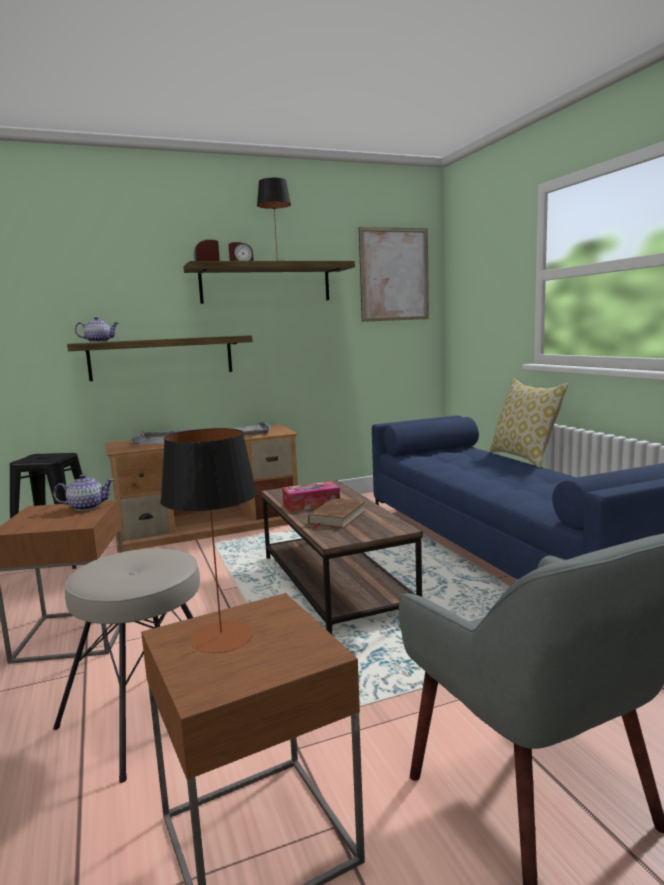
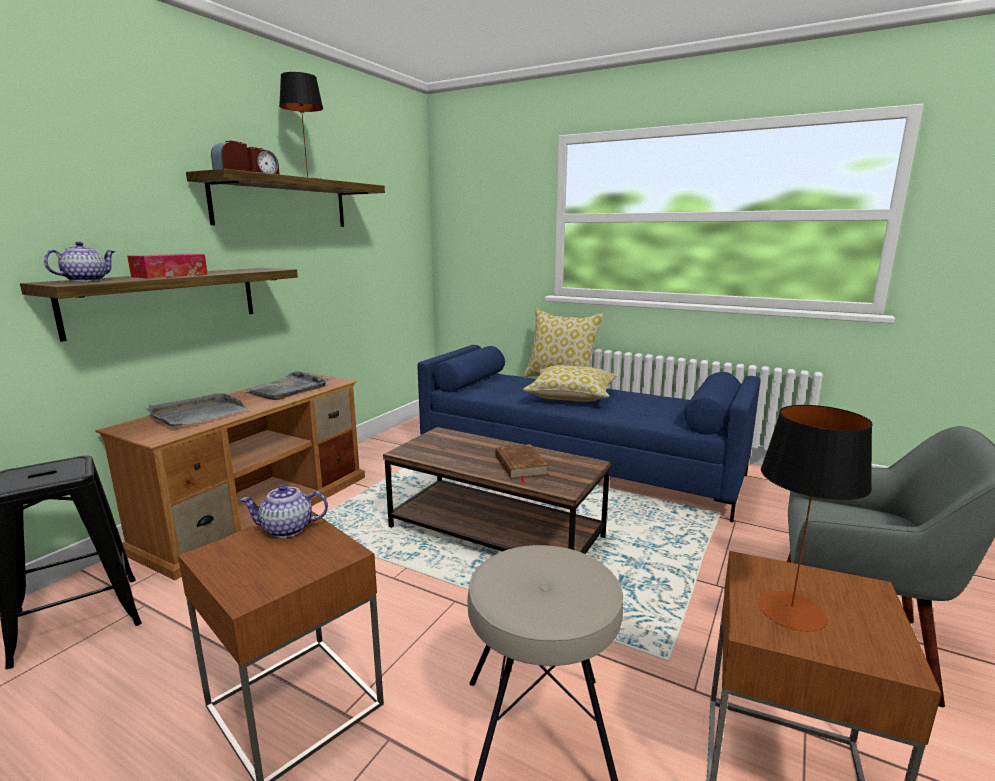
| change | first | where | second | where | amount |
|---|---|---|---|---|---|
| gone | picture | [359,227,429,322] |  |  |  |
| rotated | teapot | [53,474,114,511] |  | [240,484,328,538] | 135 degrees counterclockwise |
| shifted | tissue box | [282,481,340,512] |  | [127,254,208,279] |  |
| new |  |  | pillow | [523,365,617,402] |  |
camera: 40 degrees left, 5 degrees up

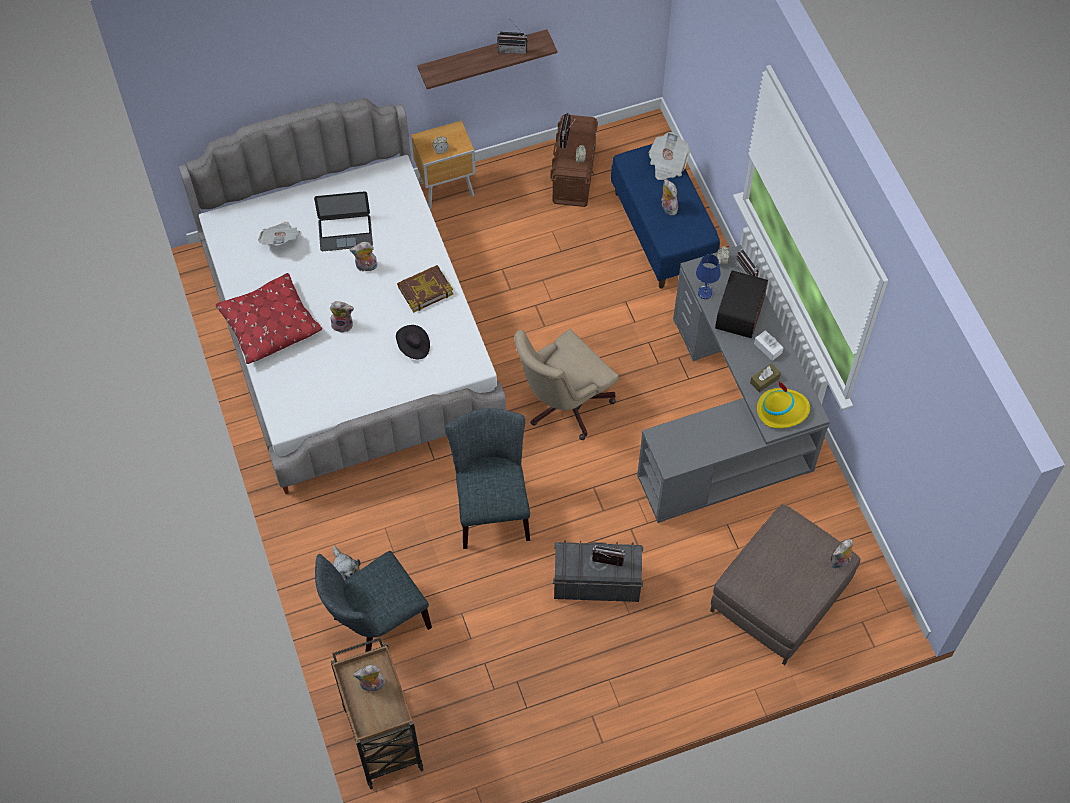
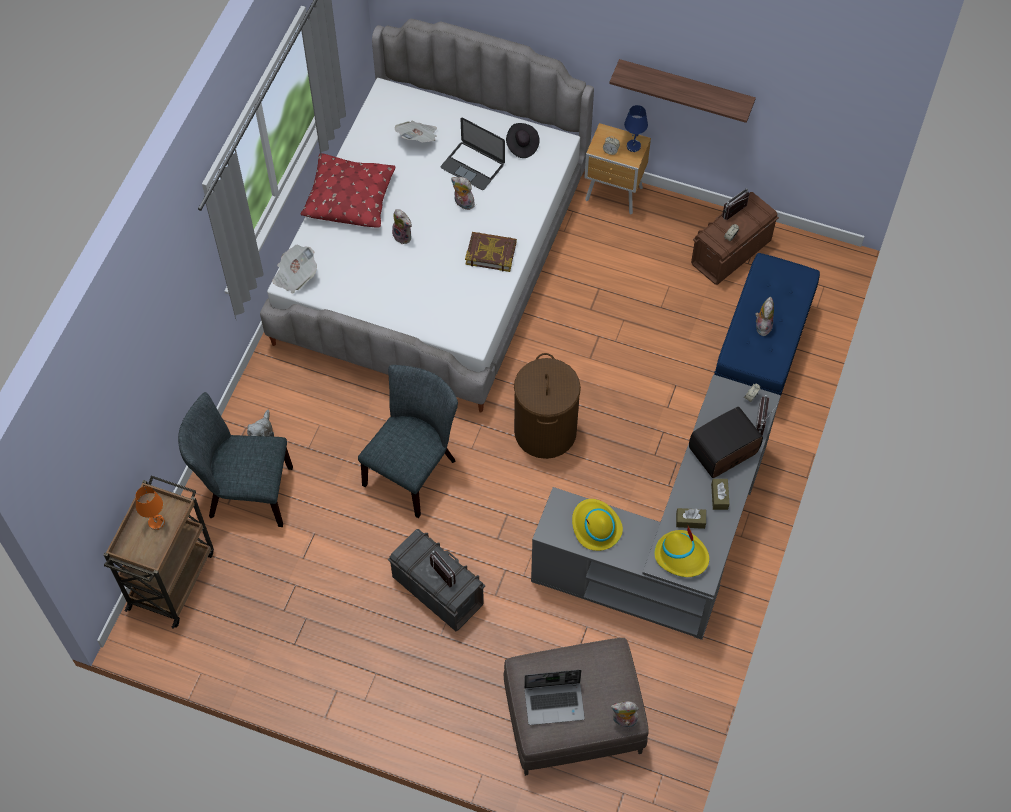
| change | first | where | second | where | amount |
|---|---|---|---|---|---|
| gone | radio | [497,23,528,54] |  |  |  |
| shifted | newspaper | [649,132,690,180] |  | [272,244,317,293] |  |
| shifted | table lamp (blue) | [696,254,721,299] |  | [624,105,648,152] |  |
| shifted | hat (black) | [396,325,430,359] |  | [506,123,540,158] |  |
| swapped | office chair (beige) | [514,329,619,440] | laundry basket (brown) | [514,353,581,459] |  |
| repainted | tissue box (white) | [754,330,784,361] | tissue box (brown) | [711,479,729,510] |  |
| swapped | plush toy | [353,665,385,692] | table lamp (orange) | [135,486,165,530] |  |
| new |  |  | hat (yellow) | [572,499,623,551] |  |
| new |  |  | laptop | [524,670,585,725] |  |
camera: 40 degrees right, 0 degrees up

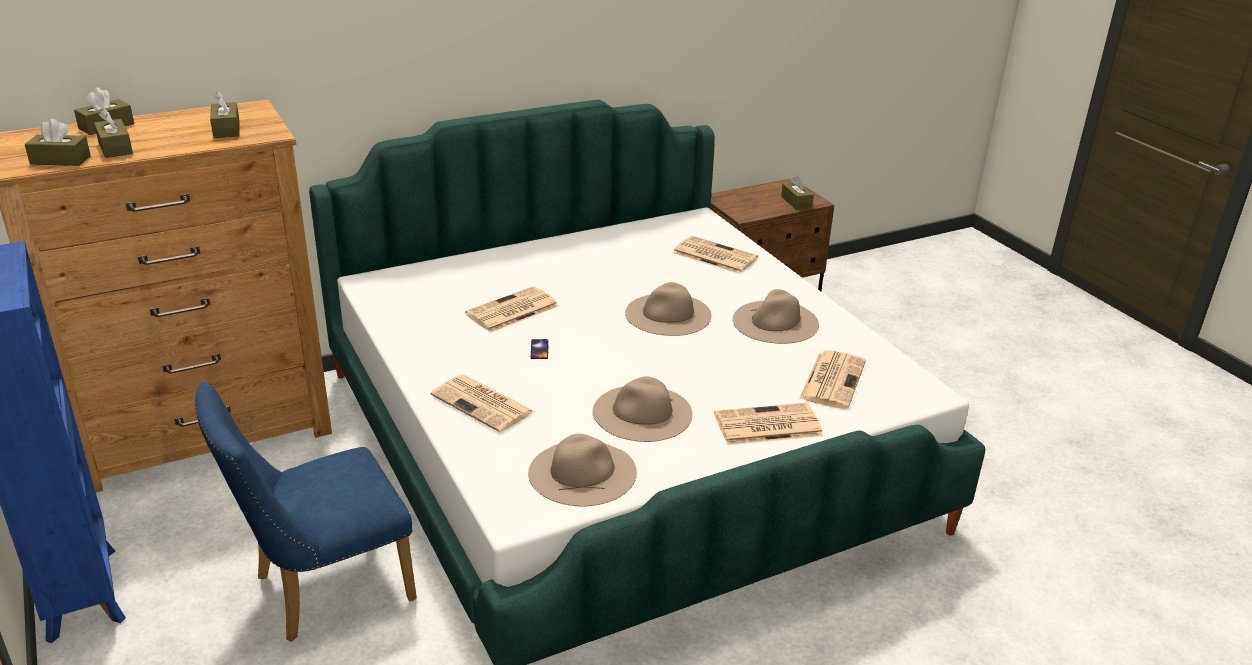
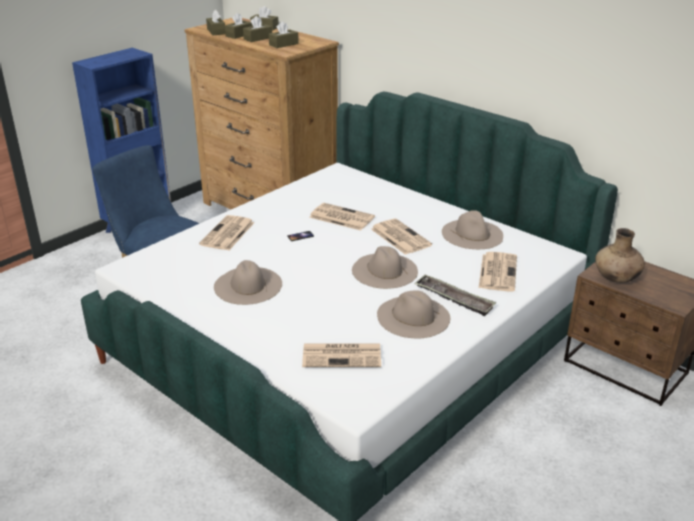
| change | first | where | second | where | amount |
|---|---|---|---|---|---|
| shifted | tissue box (brown) | [781,175,814,210] |  | [243,16,272,42] |  |
| shifted | newspaper | [714,403,823,445] |  | [371,219,432,255] |  |
| shifted | hat (beige) | [528,434,637,507] |  | [442,210,503,249] |  |
| new |  |  | vase (brown) | [595,228,645,283] |  |
| new |  |  | tray | [414,275,496,316] |  |
camera: 70 degrees right, 0 degrees up

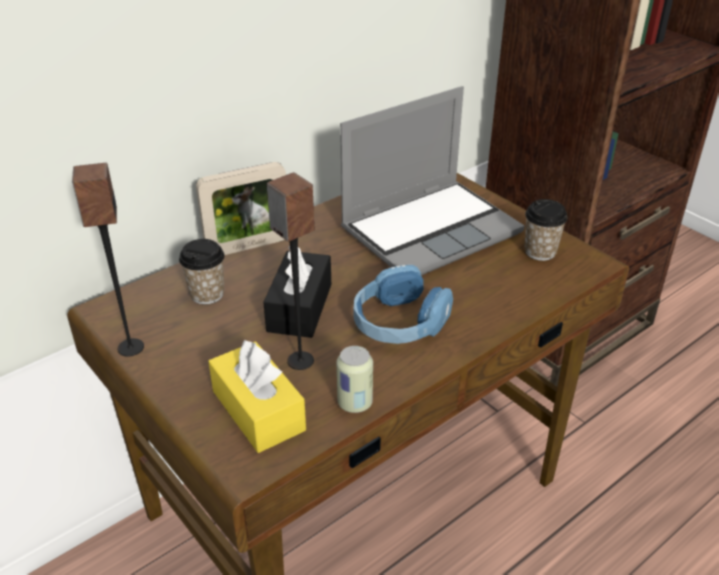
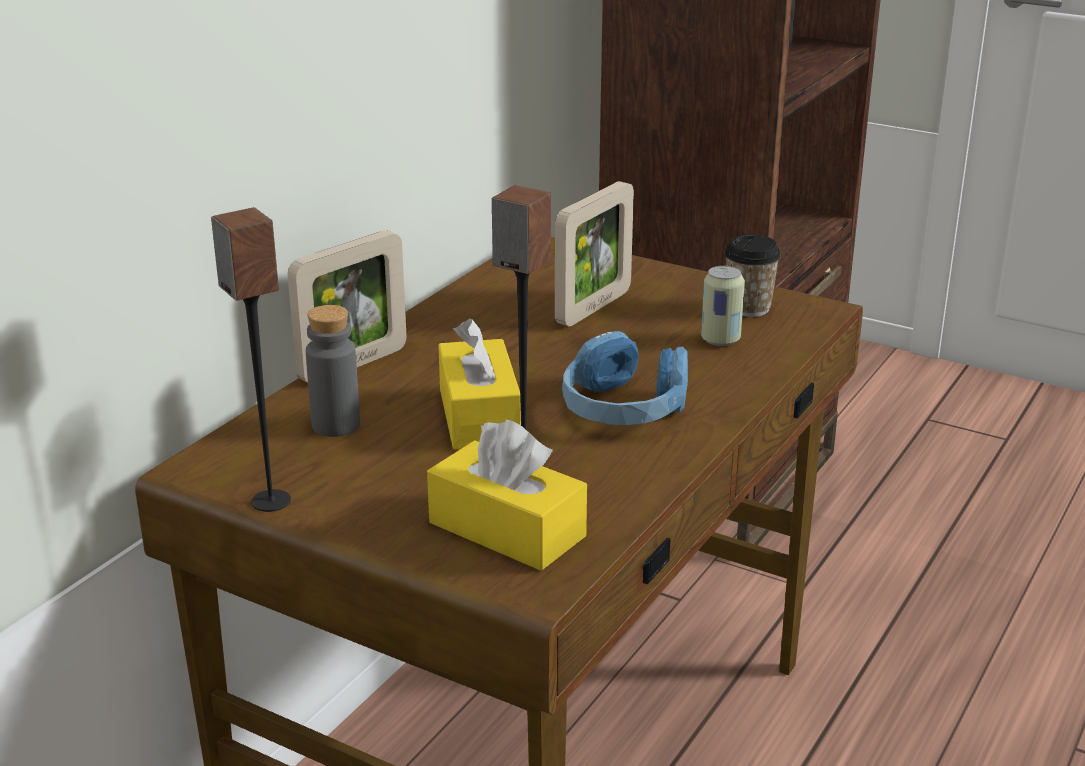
| change | first | where | second | where | amount |
|---|---|---|---|---|---|
| swapped | laptop | [340,86,525,275] | picture frame | [555,181,634,327] |  |
| swapped | cup | [179,239,225,304] | bottle (grey) | [306,305,360,437] |  |
| repainted | tissue box (black) | [263,246,331,338] | tissue box (yellow) | [438,318,521,450] |  |
| shifted | can | [337,346,373,413] |  | [701,266,745,346] |  |
camera: 20 degrees left, 10 degrees down

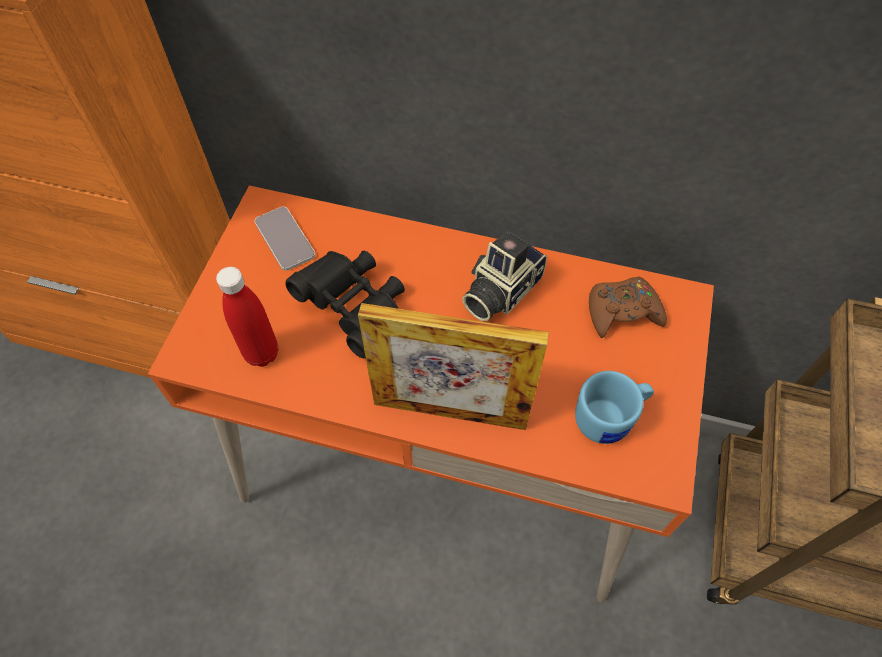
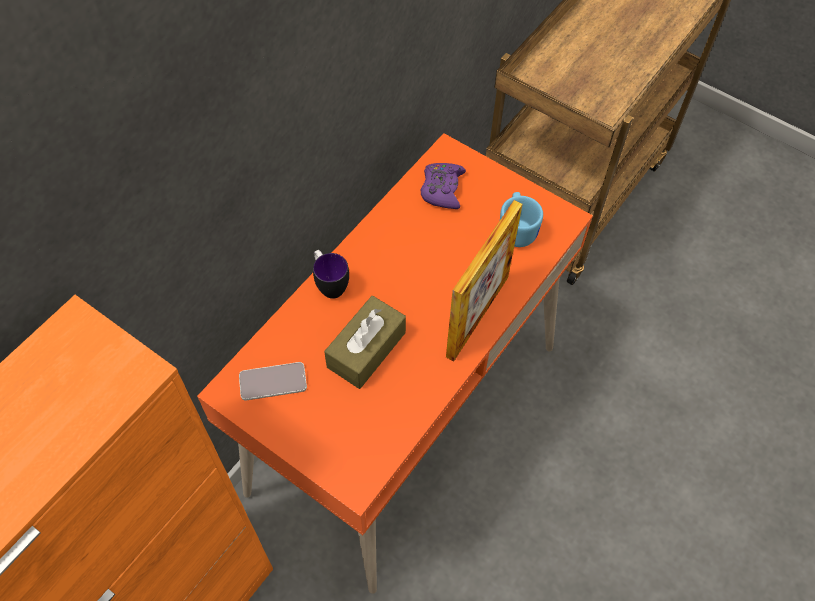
| change | first | where | second | where | amount |
|---|---|---|---|---|---|
| gone | photo camera | [462,231,547,321] |  |  |  |
| swapped | binoculars (black) | [285,251,405,358] | tissue box (brown) | [324,296,406,389] |  |
| gone | bottle (red) | [216,267,278,367] |  |  |  |
| repainted | game controller (brown) | [589,276,667,338] | game controller (purple) | [421,163,466,209] |  |
| new |  |  | mug | [313,250,349,299] |  |
camera: 70 degrees left, 0 degrees up

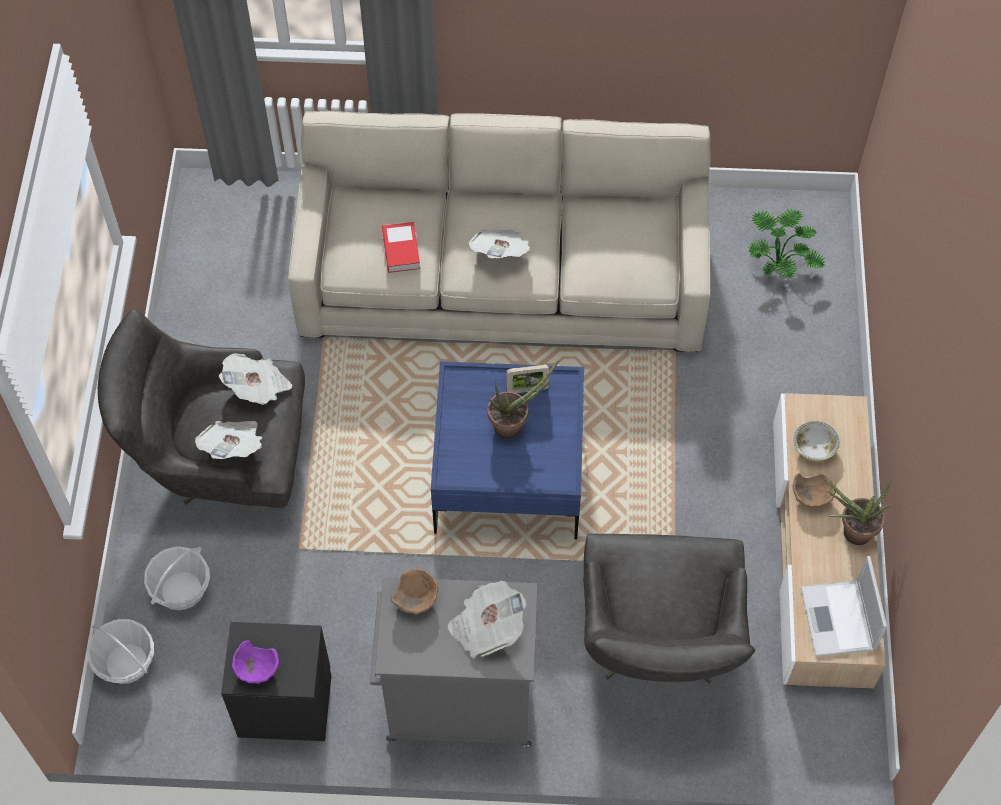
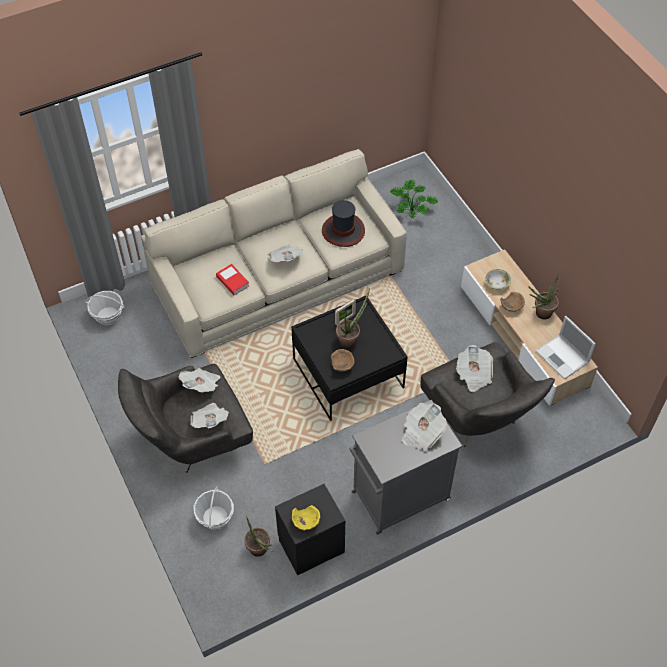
| change | first | where | second | where | amount |
|---|---|---|---|---|---|
| repainted | coffee table (blue) | [431,361,584,539] | coffee table (black) | [291,296,408,421] |  |
| shifted | bowl (brown) | [391,568,438,615] |  | [331,349,355,372] |  |
| shifted | basket | [87,619,154,684] |  | [85,291,125,325] |  |
| repainted | bowl (purple) | [232,640,279,684] | bowl (yellow) | [292,505,320,530] |  |
| new |  |  | hat | [322,200,365,247] |  |
| new |  |  | newspaper | [456,345,493,392] |  |
| new |  |  | potted plant | [244,516,273,557] |  |
camera: 30 degrees left, 5 degrees down

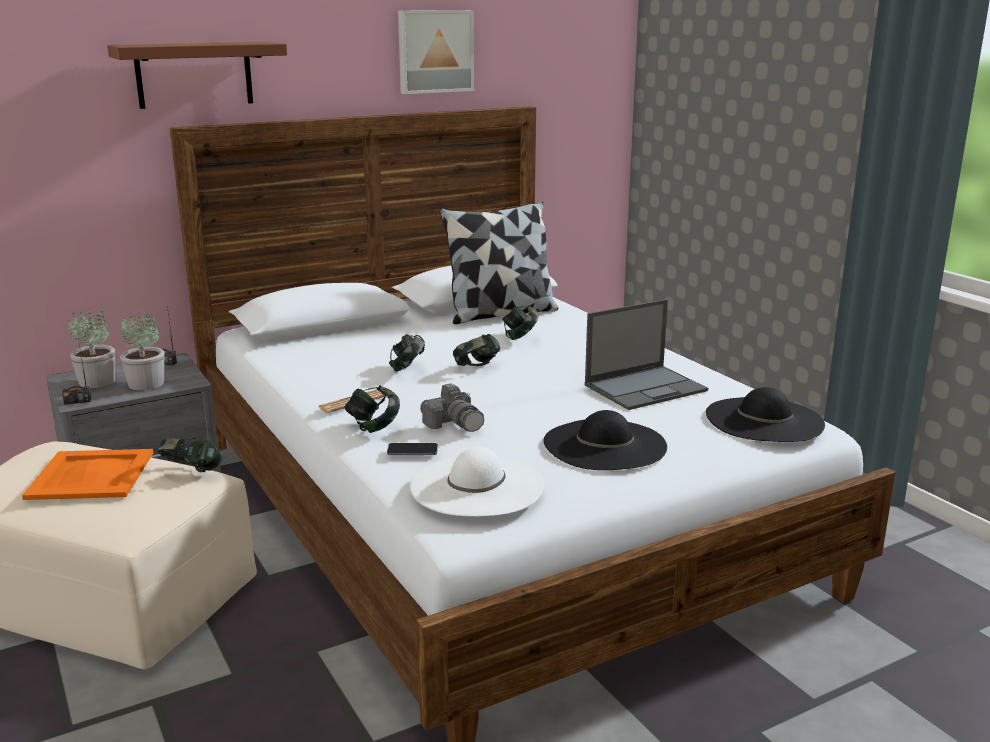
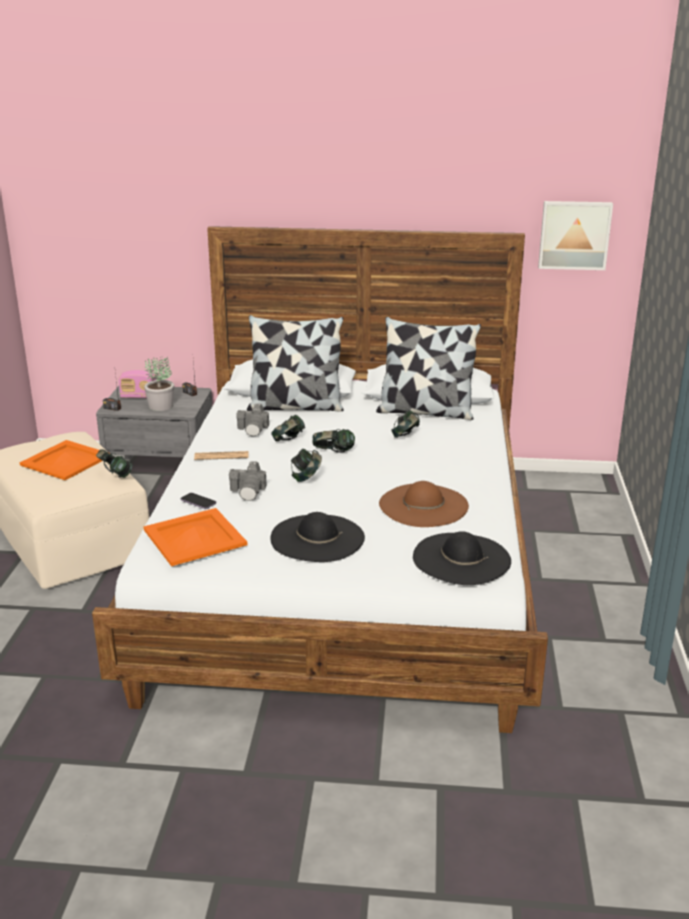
| change | first | where | second | where | amount |
|---|---|---|---|---|---|
| shifted | picture | [398,10,474,94] |  | [538,201,613,270] |  |
| gone | shelf (brown) | [107,42,287,109] |  |  |  |
| swapped | laptop | [585,299,708,410] | hat (brown) | [379,481,469,527] |  |
| swapped | potted plant | [68,308,115,388] | radio | [118,370,156,398] |  |
| shifted | headphones | [345,385,400,433] |  | [291,449,322,482] |  |
| swapped | hat (white) | [410,447,544,517] | tray (orange) | [143,508,247,566] |  |
| new |  |  | pillow | [247,315,344,412] |  |
| new |  |  | photo camera | [236,404,269,436] |  |
camera: 35 degrees right, 5 degrees up

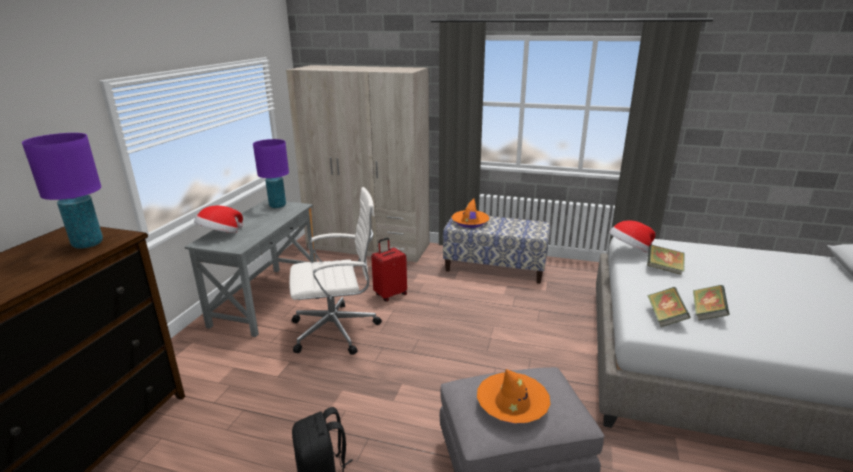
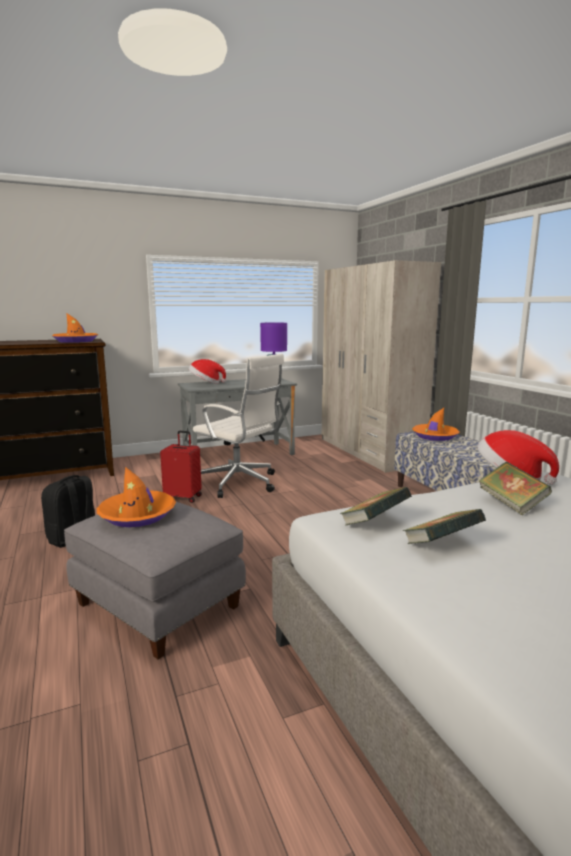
| change | first | where | second | where | amount |
|---|---|---|---|---|---|
| swapped | table lamp (purple) | [22,133,103,249] | hat (orange) | [52,313,98,343] |  |
| shifted | suitcase (red) | [371,238,407,302] |  | [160,431,202,503] |  |
camera: 50 degrees right, 10 degrees down

